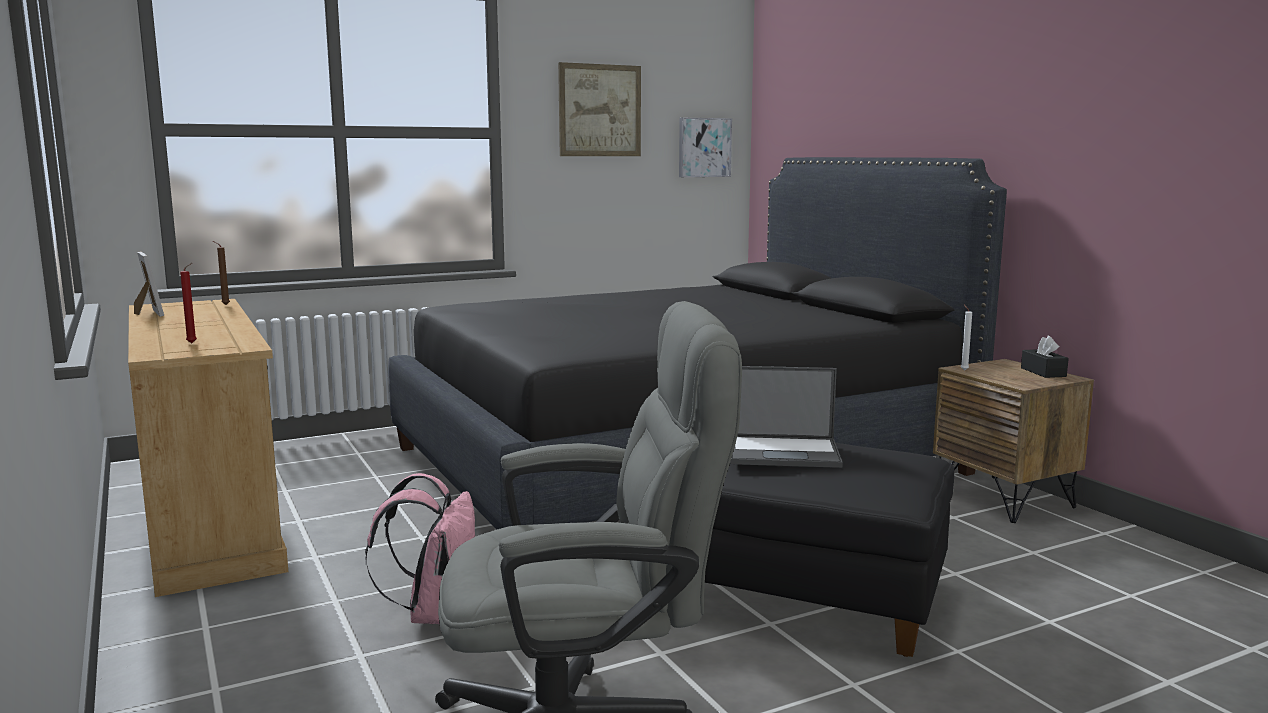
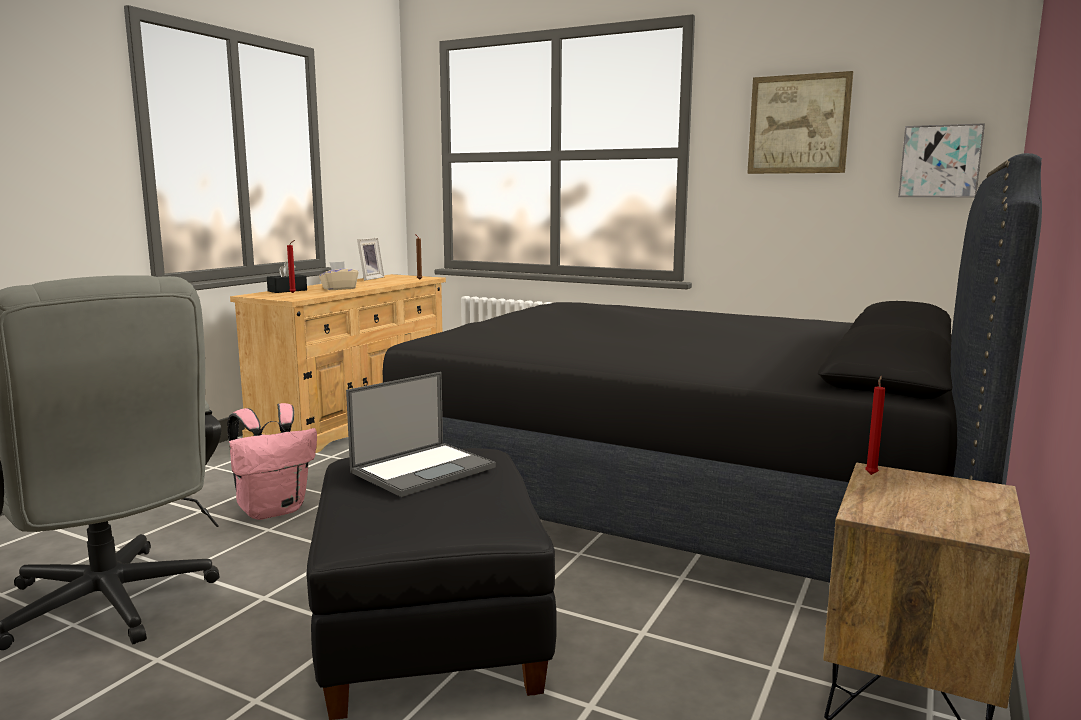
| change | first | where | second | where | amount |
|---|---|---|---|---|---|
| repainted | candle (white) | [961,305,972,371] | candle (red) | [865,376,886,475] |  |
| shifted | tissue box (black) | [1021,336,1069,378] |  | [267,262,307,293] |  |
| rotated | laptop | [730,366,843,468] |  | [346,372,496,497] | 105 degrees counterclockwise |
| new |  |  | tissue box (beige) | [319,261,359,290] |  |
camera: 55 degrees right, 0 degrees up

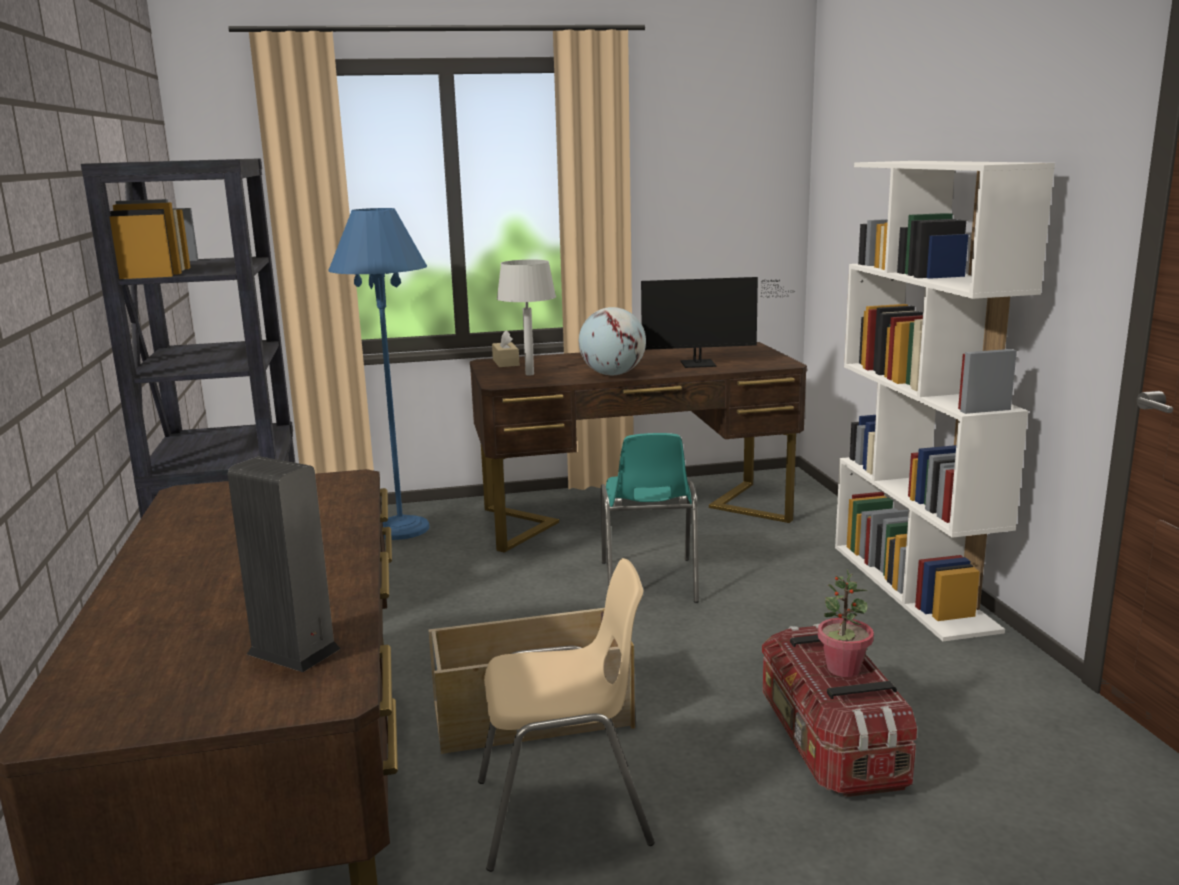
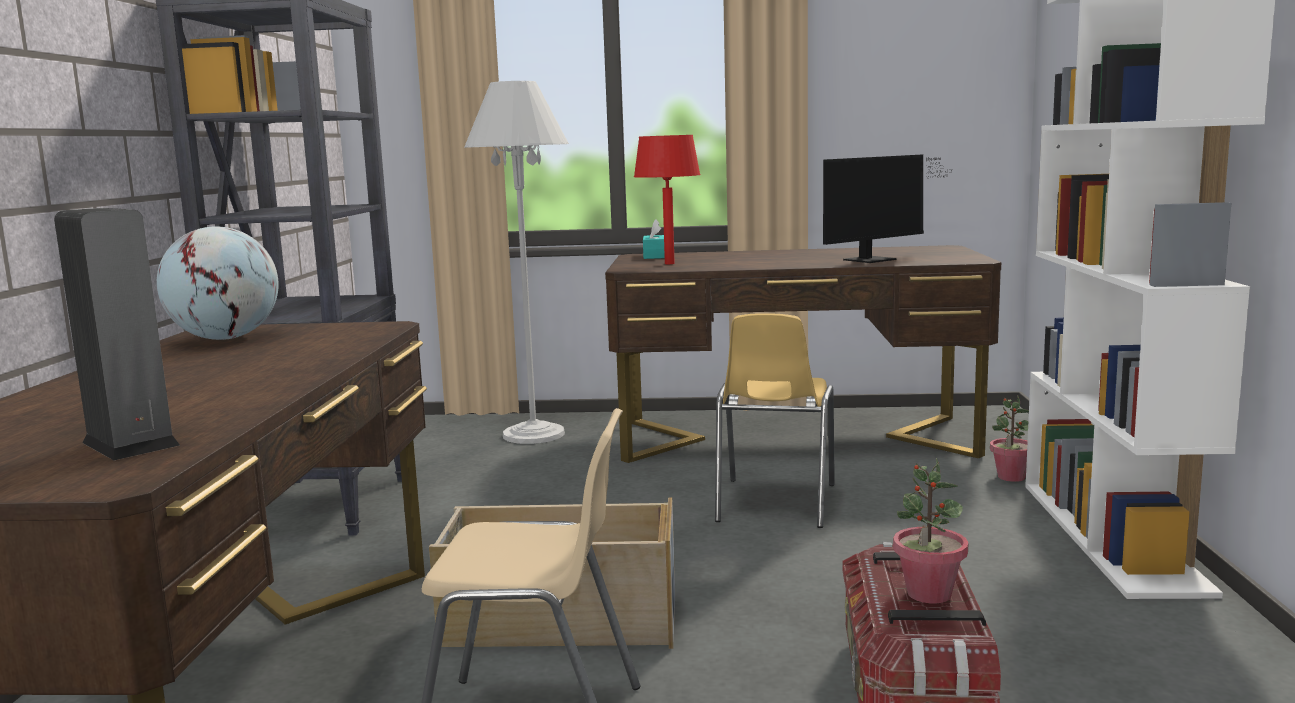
| change | first | where | second | where | amount |
|---|---|---|---|---|---|
| repainted | floor lamp (blue) | [328,208,429,540] | floor lamp (white) | [464,81,569,444] |  |
| repainted | table lamp (grey) | [497,260,556,375] | table lamp (red) | [634,135,701,264] |  |
| rotated | monitor | [641,277,795,368] |  | [823,154,953,263] | 45 degrees counterclockwise |
| shifted | globe | [579,307,646,375] |  | [157,227,279,340] |  |
| repainted | tissue box (beige) | [492,330,519,367] | tissue box (turquoise) | [643,219,665,259] |  |
| repainted | chair (turquoise) | [601,433,699,603] | chair (yellow) | [715,313,835,528] |  |
| new |  |  | potted plant | [990,396,1029,482] |  |
camera: 15 degrees right, 5 degrees down

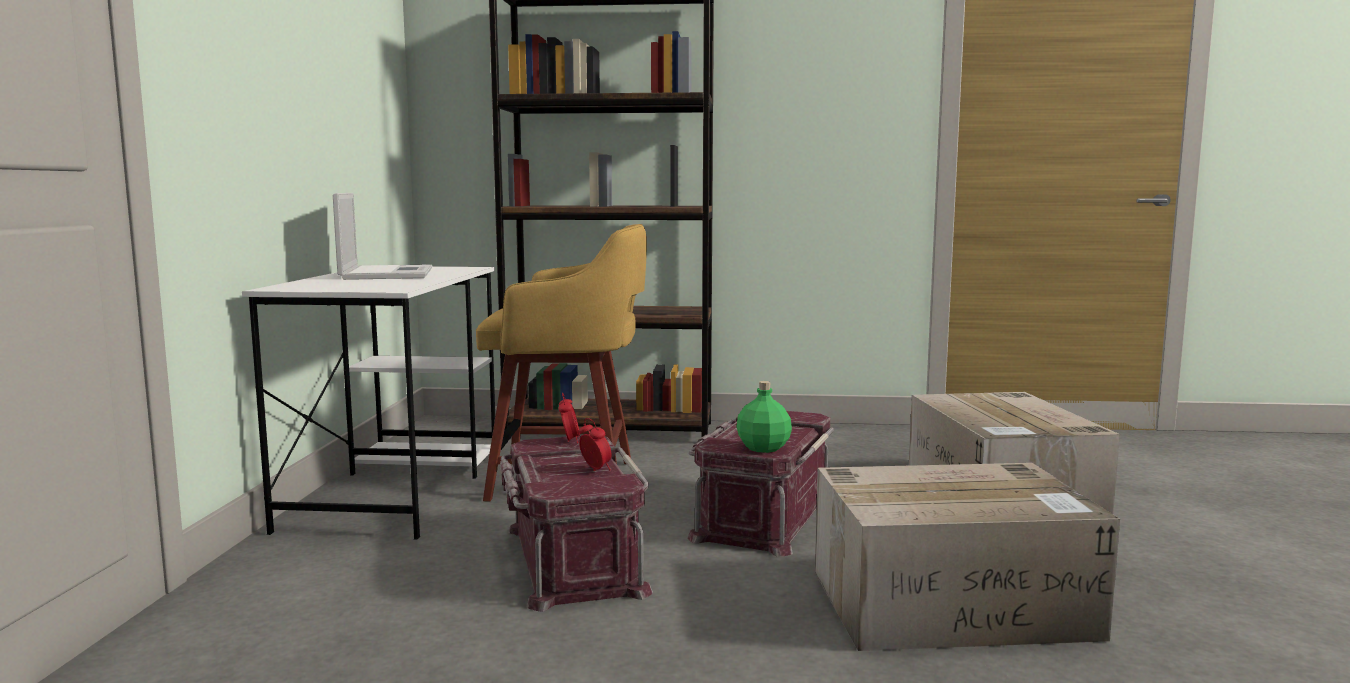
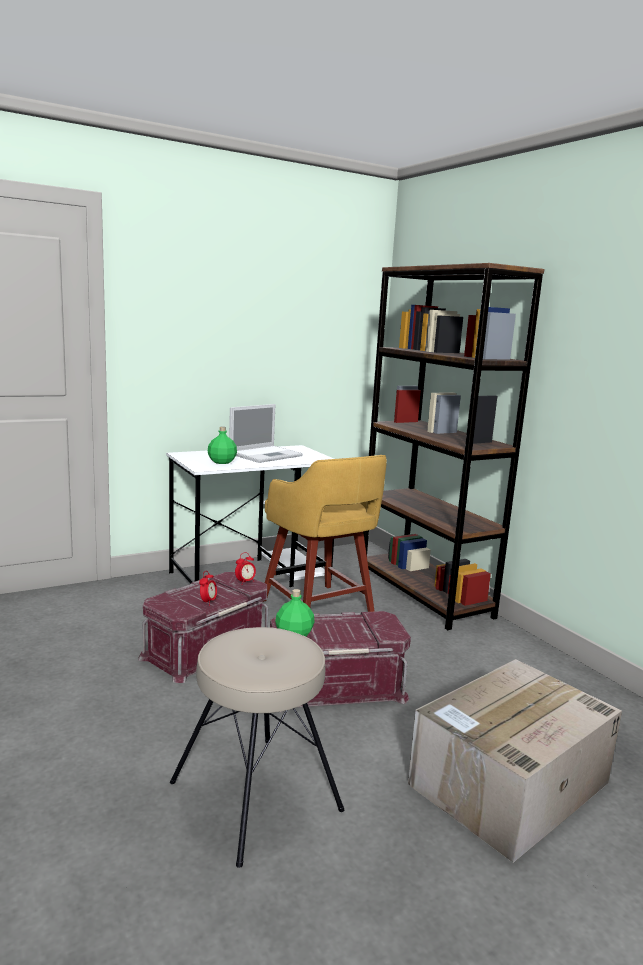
| change | first | where | second | where | amount |
|---|---|---|---|---|---|
| swapped | cardboard box | [815,463,1120,651] | stool (beige) | [170,627,344,868] |  |
| new |  |  | bottle (green) | [208,427,237,464] |  |
camera: 55 degrees right, 5 degrees up

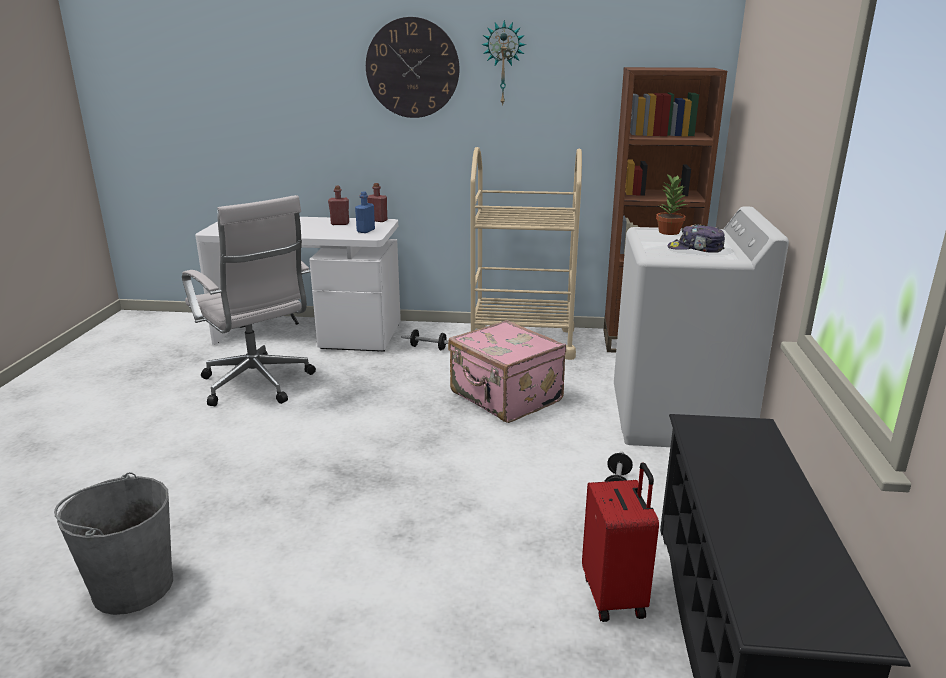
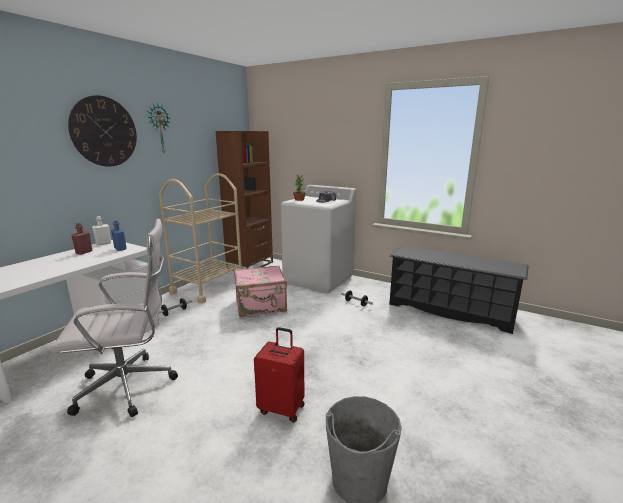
| change | first | where | second | where | amount |
|---|---|---|---|---|---|
| repainted | bottle (red) | [367,183,387,222] | bottle (white) | [92,216,111,245] |  |
| shifted | suitcase (red) | [582,462,659,622] |  | [254,327,304,422] |  |
camera: 65 degrees left, 5 degrees down

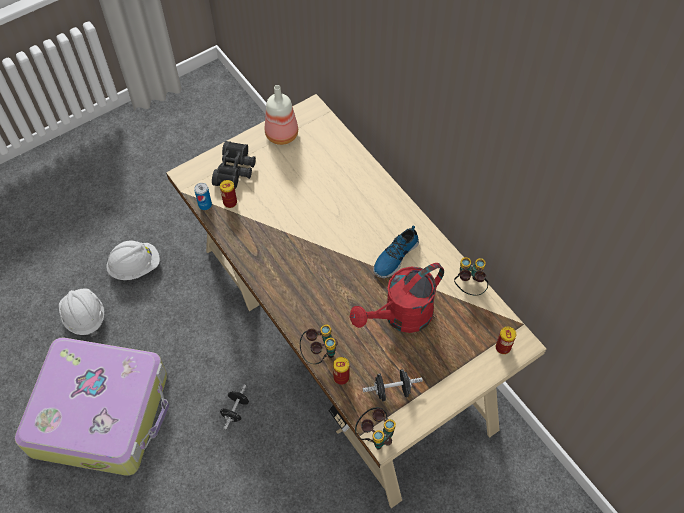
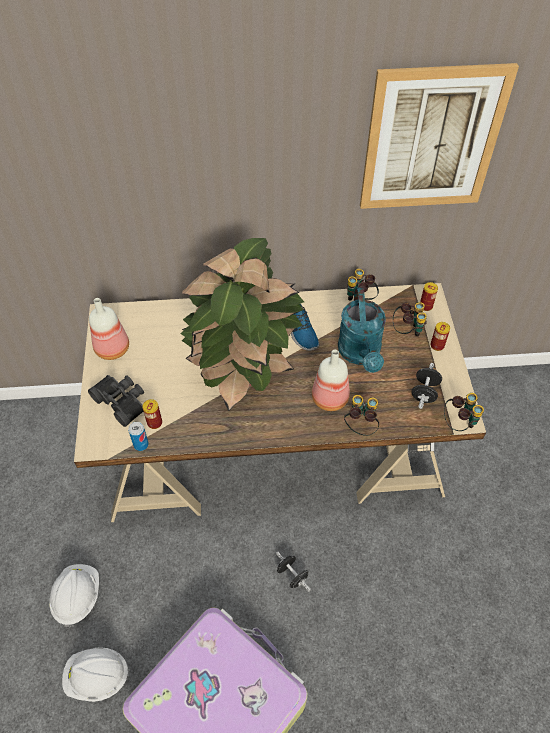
| change | first | where | second | where | amount |
|---|---|---|---|---|---|
| repainted | watering can (red) | [350,263,444,333] | watering can (turquoise) | [338,287,386,373] |  |
| shifted | can | [333,357,349,385] |  | [430,322,450,351] |  |
| new |  |  | picture | [360,63,519,209] |  |
| new |  |  | potted plant | [180,238,305,411] |  |
| new |  |  | binoculars | [393,302,427,337] |  |
| new |  |  | bottle | [312,350,350,411] |  |
camera: 60 degrees left, 5 degrees down

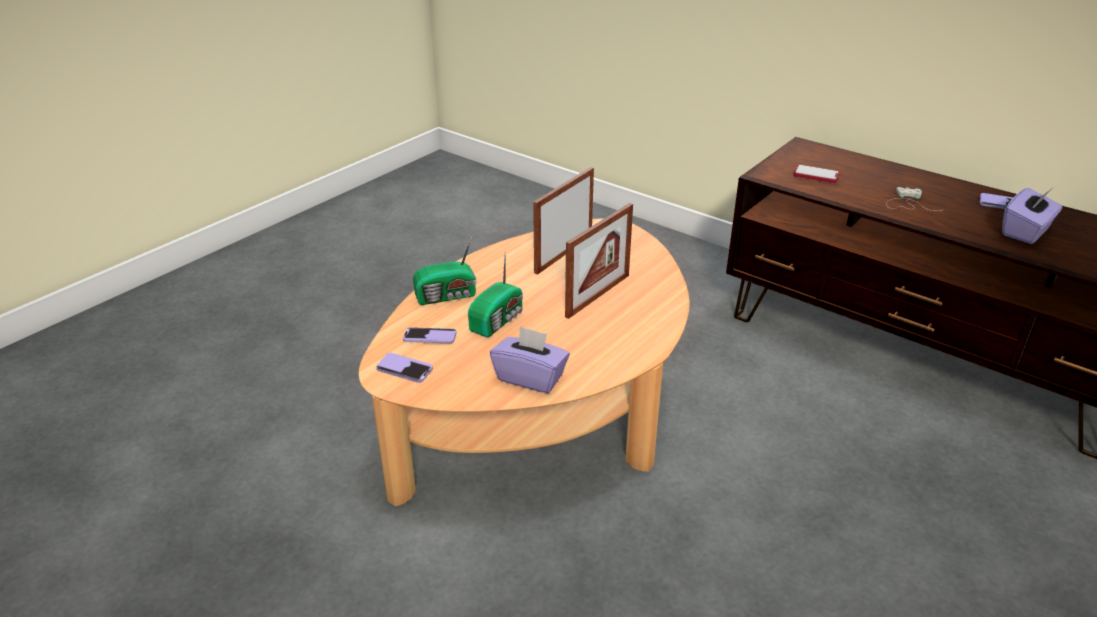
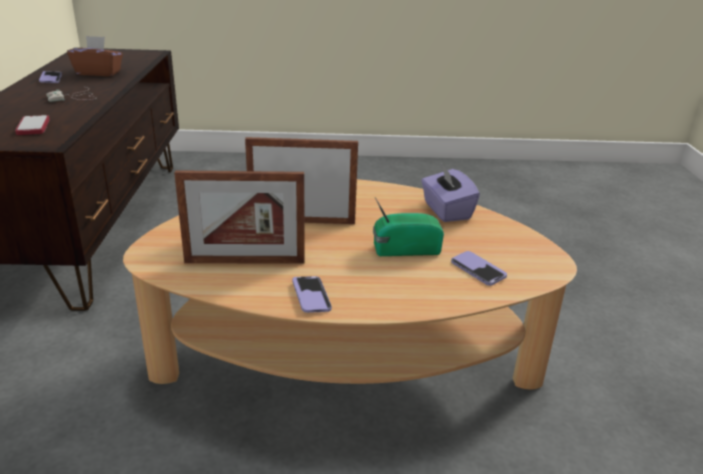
| change | first | where | second | where | amount |
|---|---|---|---|---|---|
| repainted | tissue box (purple) | [1002,188,1063,244] | tissue box (brown) | [67,36,123,76] |  |
| gone | radio | [413,234,477,305] |  |  |  |
| shifted | phone | [376,353,433,383] |  | [292,276,332,313] |  |
camera: 130 degrees left, 5 degrees down

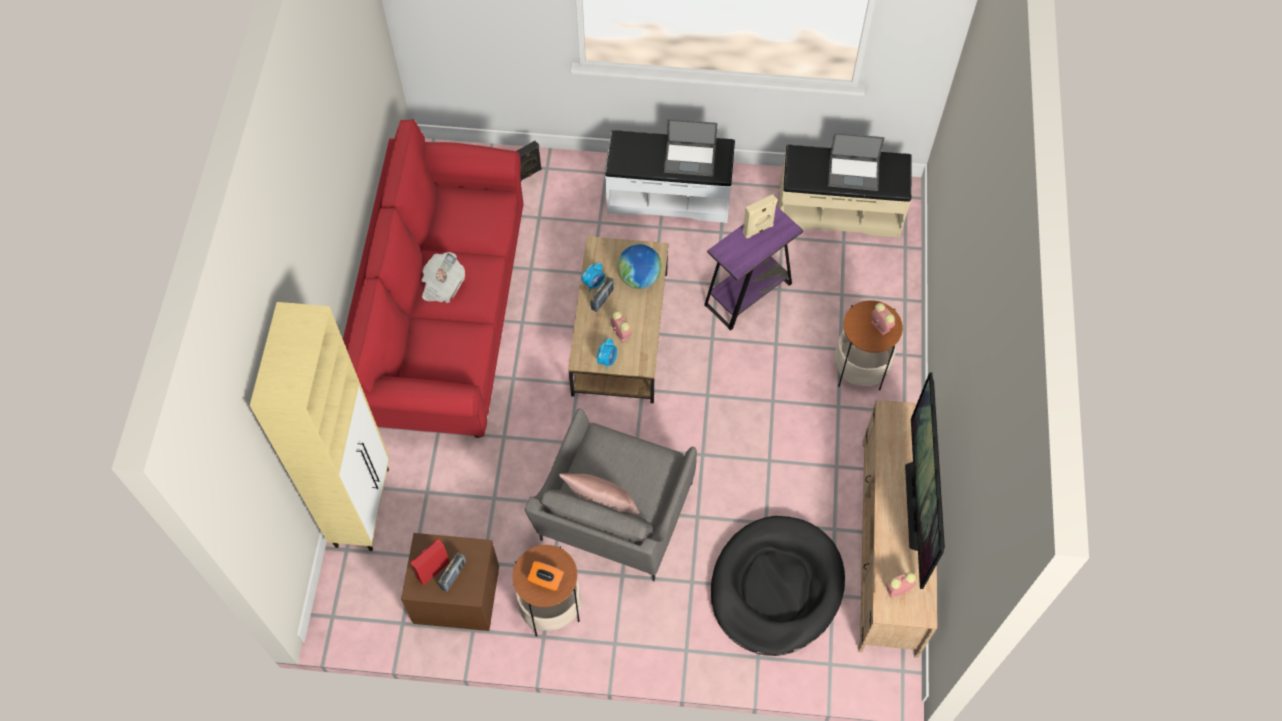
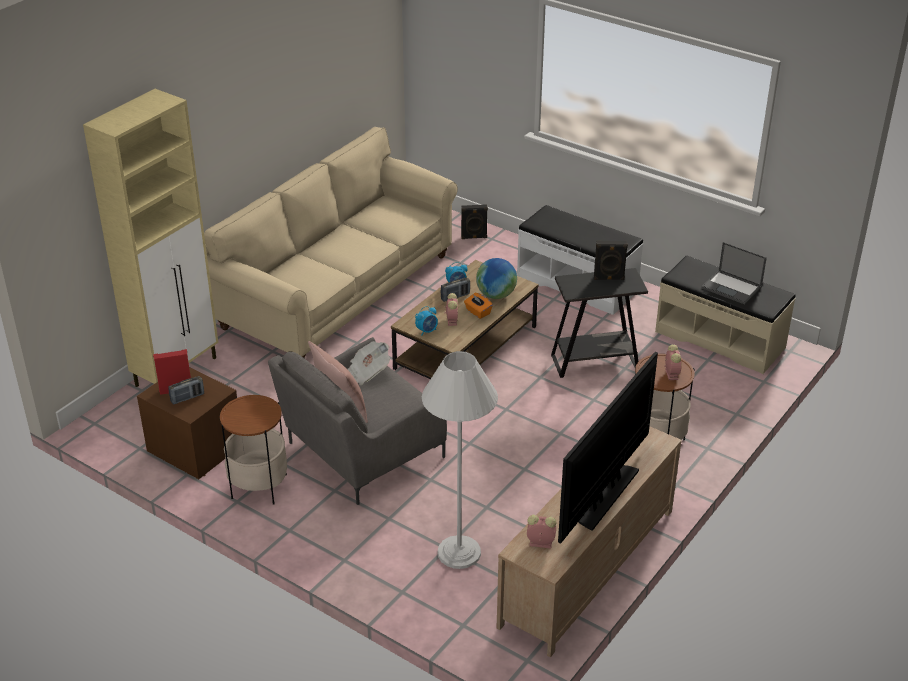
| change | first | where | second | where | amount |
|---|---|---|---|---|---|
| repainted | sofa (red) | [343,119,524,438] | sofa (beige) | [204,127,458,359] |  |
| gone | laptop | [664,119,718,176] |  |  |  |
| repainted | speaker (beige) | [743,194,777,238] | speaker (black) | [594,240,628,280] |  |
| repainted | side table (purple) | [704,206,803,331] | side table (black) | [551,268,648,378] |  |
| shifted | newspaper | [421,252,465,303] |  | [347,341,390,385] |  |
| swapped | dog bed (black) | [711,516,845,656] | floor lamp (white) | [422,351,498,569] |  |
| shifted | tissue box (orange) | [528,561,564,591] |  | [464,293,493,319] |  |
camera: 30 degrees right, 25 degrees down

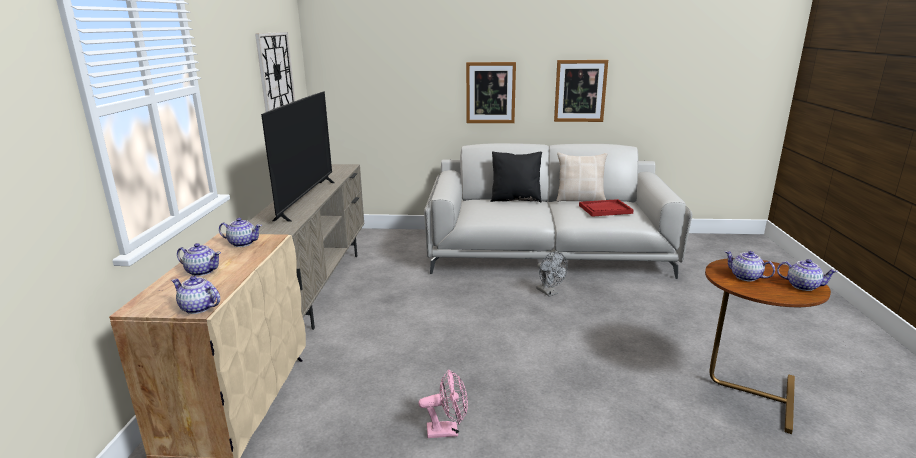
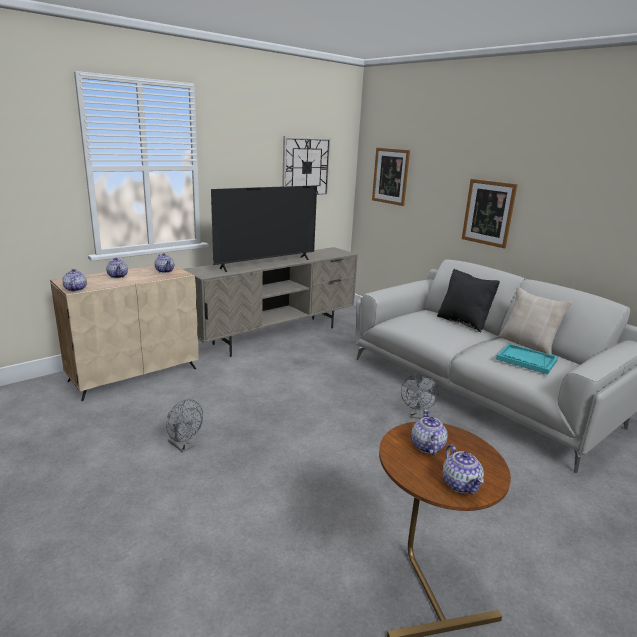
| change | first | where | second | where | amount |
|---|---|---|---|---|---|
| shifted | picture | [554,60,608,122] |  | [372,148,410,206] |  |
| repainted | tray (red) | [579,199,634,217] | tray (turquoise) | [496,343,558,375] |  |
| repainted | fan (pink) | [419,369,468,438] | fan (grey) | [166,399,203,452] |  |
camera: 45 degrees right, 0 degrees up

